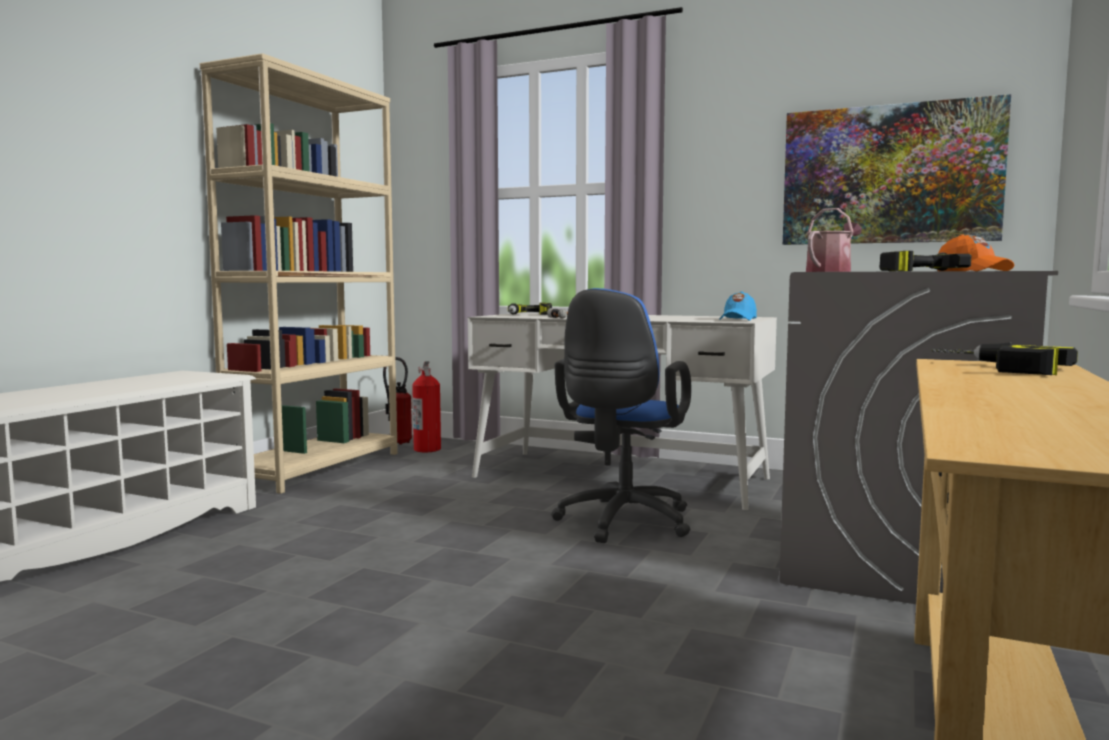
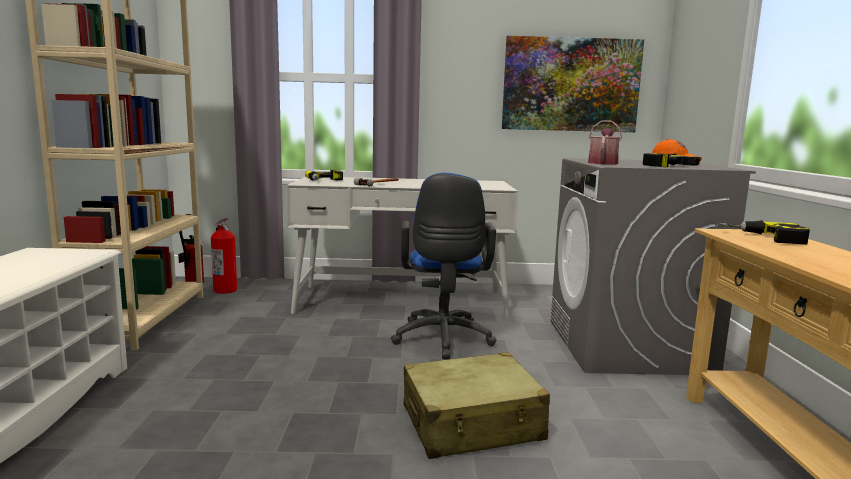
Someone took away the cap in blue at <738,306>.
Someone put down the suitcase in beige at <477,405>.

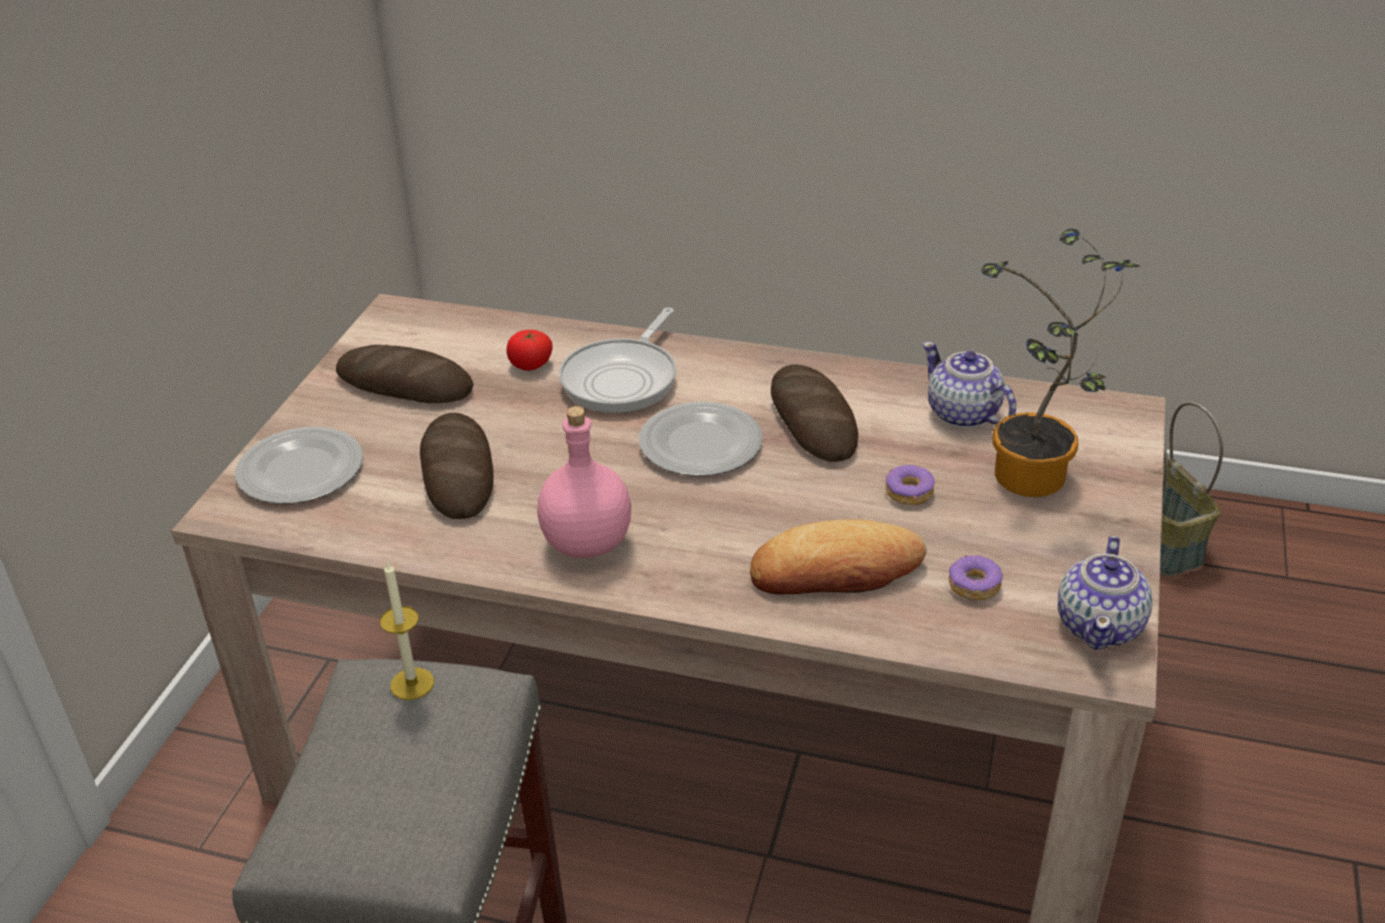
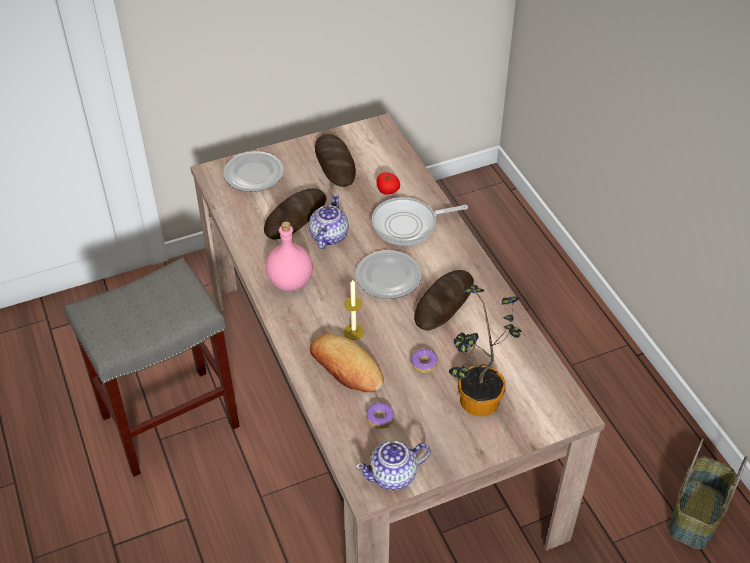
Someone carried the candle from <407,630> to <354,310>.
Someone carried the teapot from <969,385> to <329,221>.

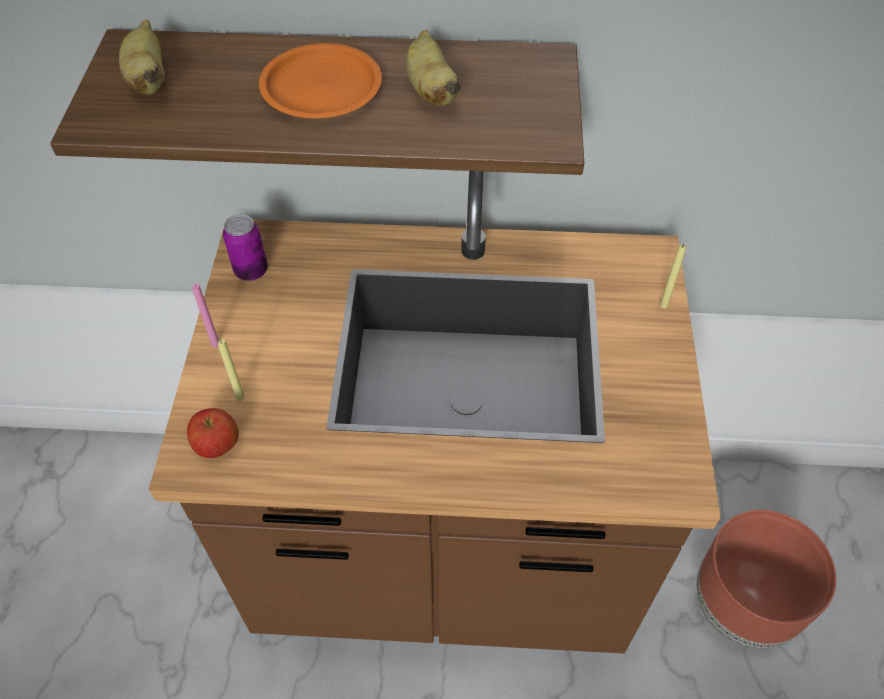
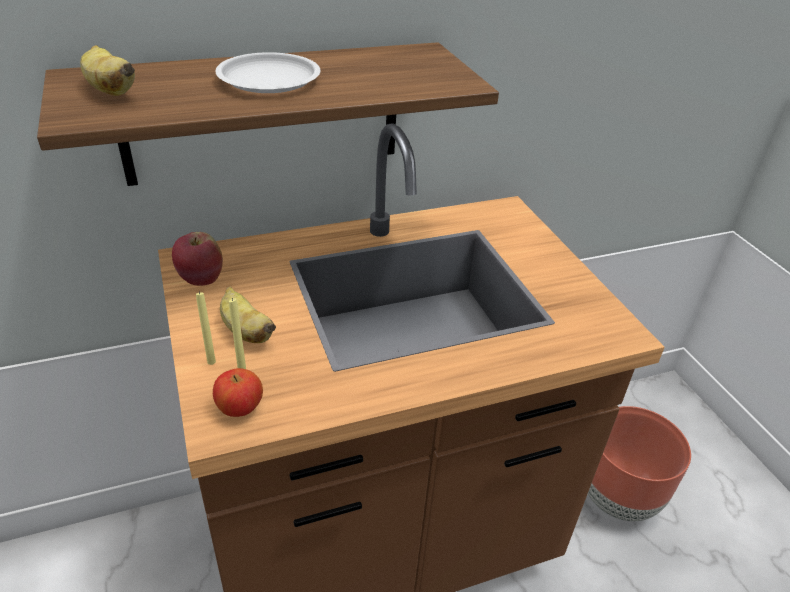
Someone took away the candle in pink at <205,315>.
Someone swapped the can at <245,247> for the apple at <197,259>.
Someone repainted the plate in orange at <320,80>, which became the plate in white at <268,72>.
Someone carried the banana from <433,68> to <248,315>.
Someone carried the candle in yellow from <673,276> to <206,328>.

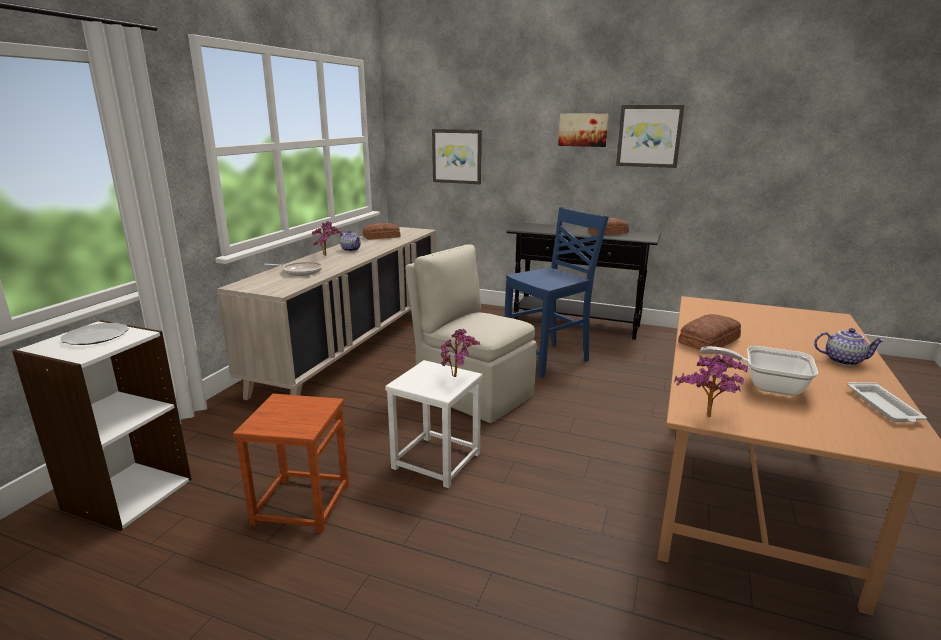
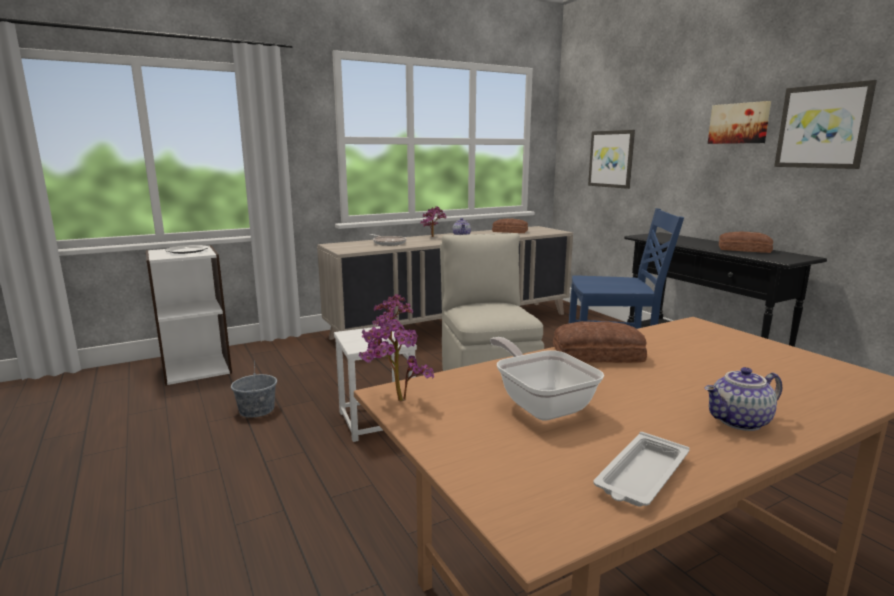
Someone swapped the stool in brown at <291,463> for the bucket in grey at <254,389>.
Someone rotated the teapot at <849,347> by 105 degrees clockwise.

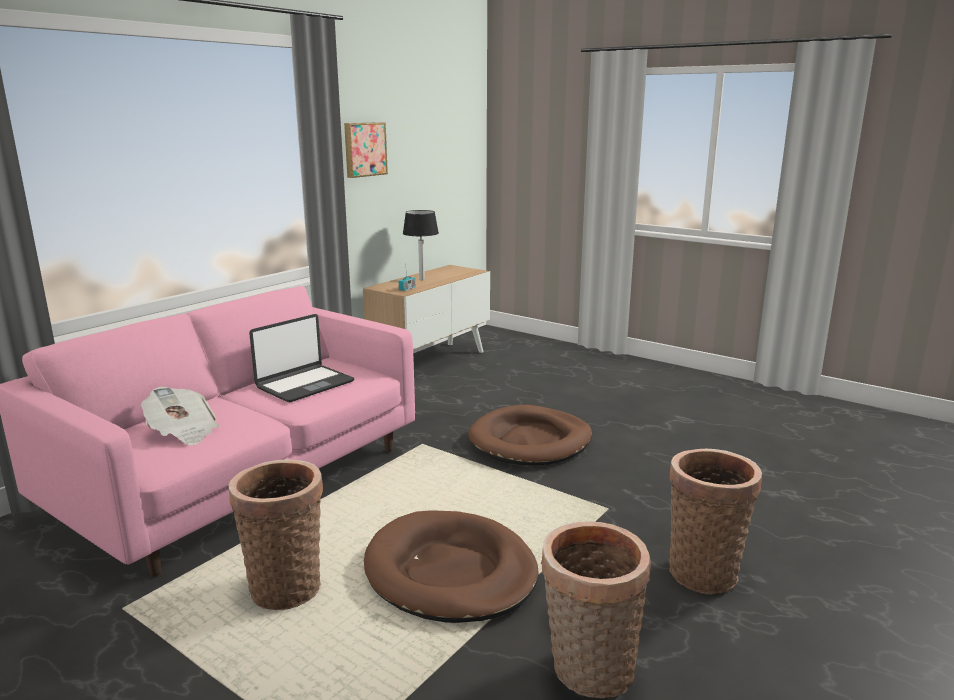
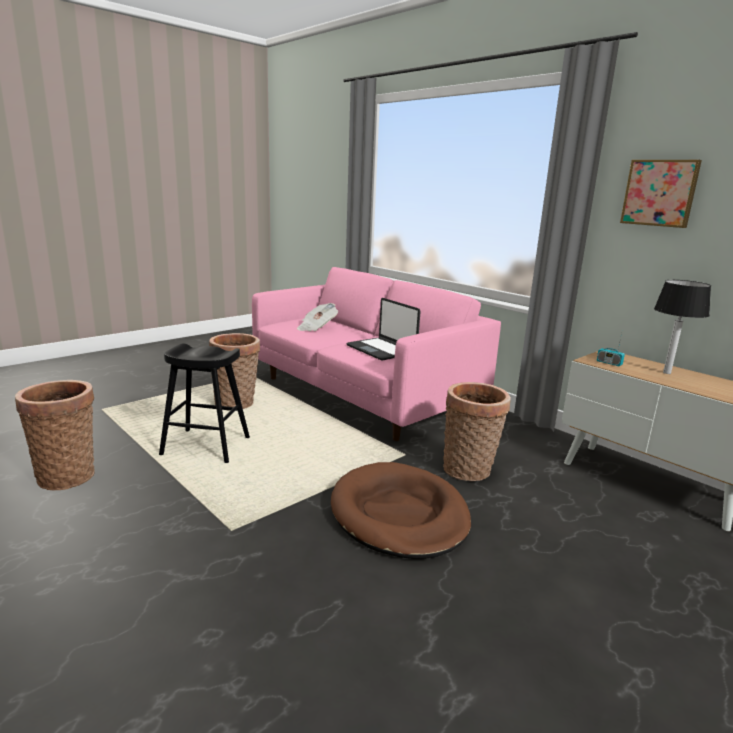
Someone swapped the dog bed in brown at <451,566> for the stool in black at <204,403>.
Someone carried the basket from <715,521> to <477,431>.

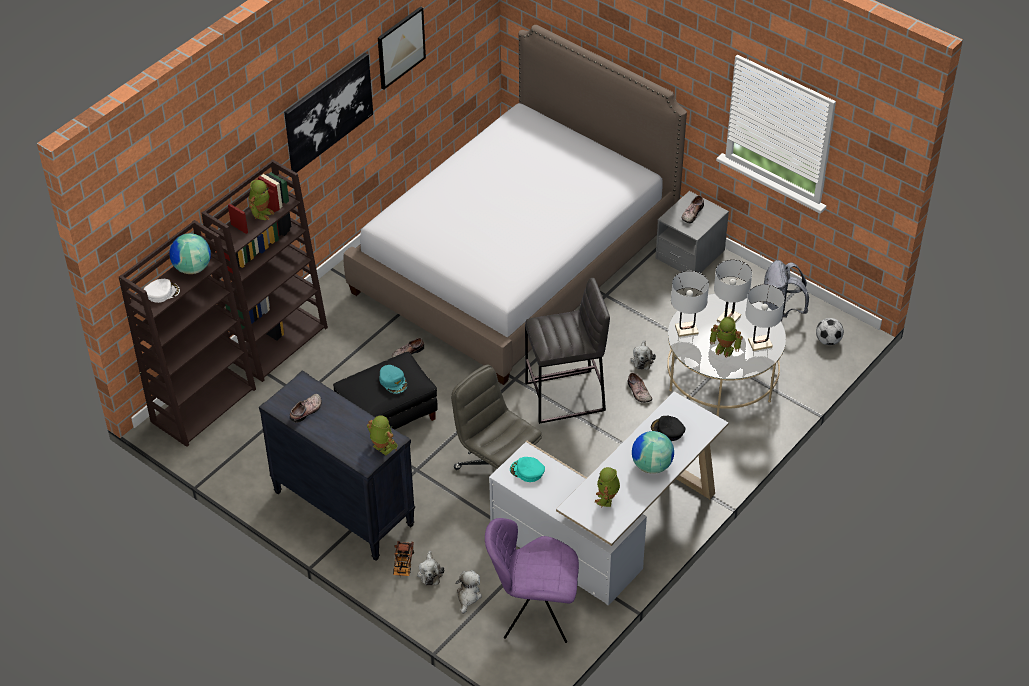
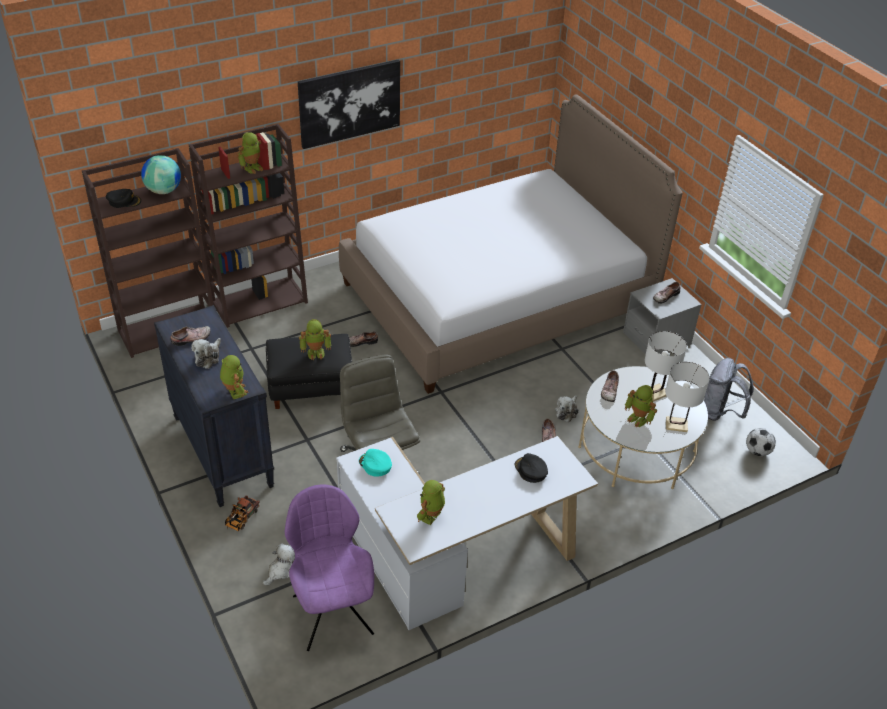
Someone repainted the cap in white at <162,291>, which became the cap in black at <123,198>.
Someone took away the picture at <402,48>.
Someone swapped the cap in turquoise at <393,379> for the toy robot at <315,339>.
Someone carried the plush toy from <430,568> to <206,353>.
Someone rotated the chair in purple at <532,580> by 45 degrees clockwise.
Someone took away the stool in grey at <567,351>.
Someone took away the globe at <653,452>.
Someone swapped the table lamp in white at <690,304> for the shoe at <610,386>.

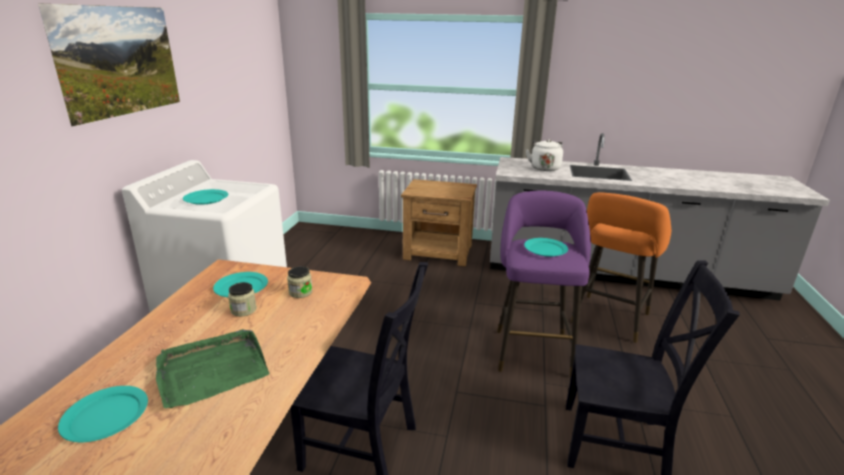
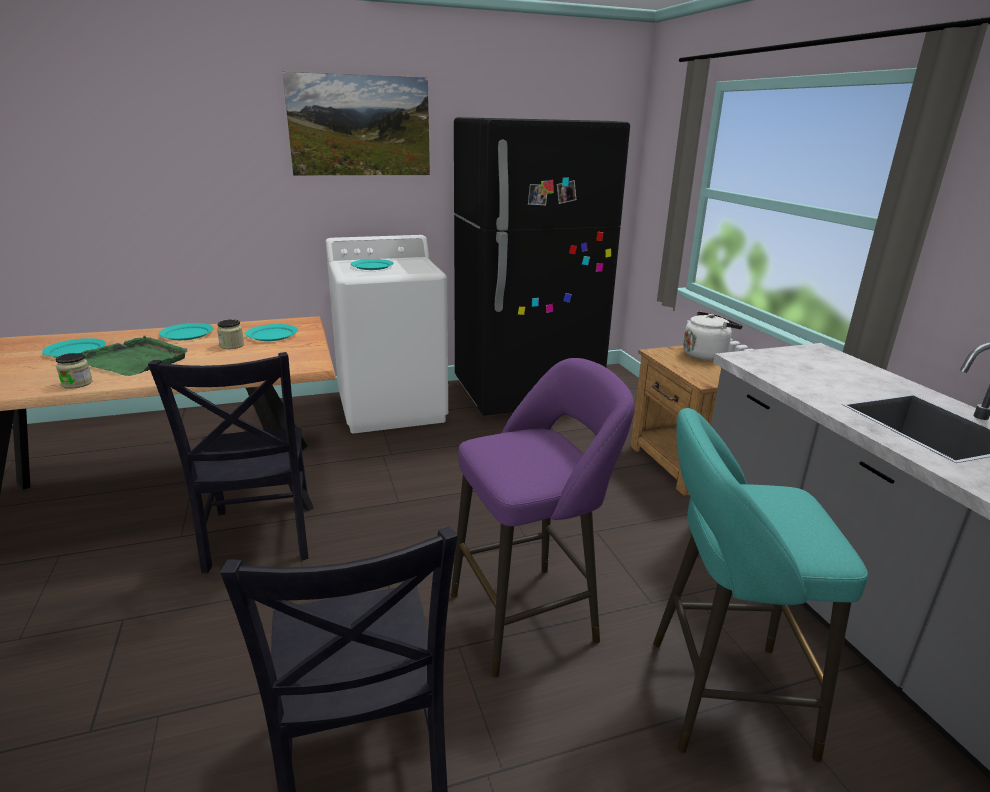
Someone carried the jar from <299,282> to <74,371>.
Someone carried the plate in turquoise from <546,247> to <186,331>.
Someone carried the kettle in white from <544,155> to <713,335>.
Someone repainted the stool in orange at <621,267>, which became the stool in turquoise at <760,585>.
Someone put down the fridge in black at <542,266>.

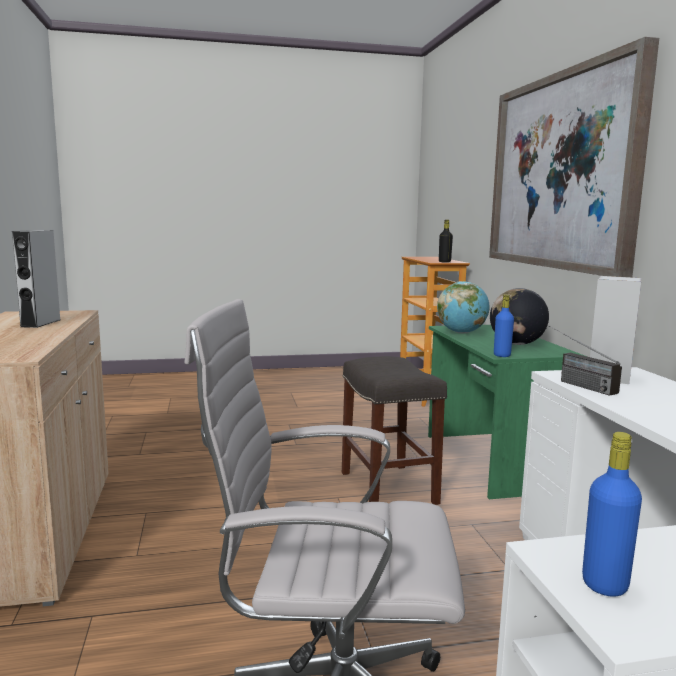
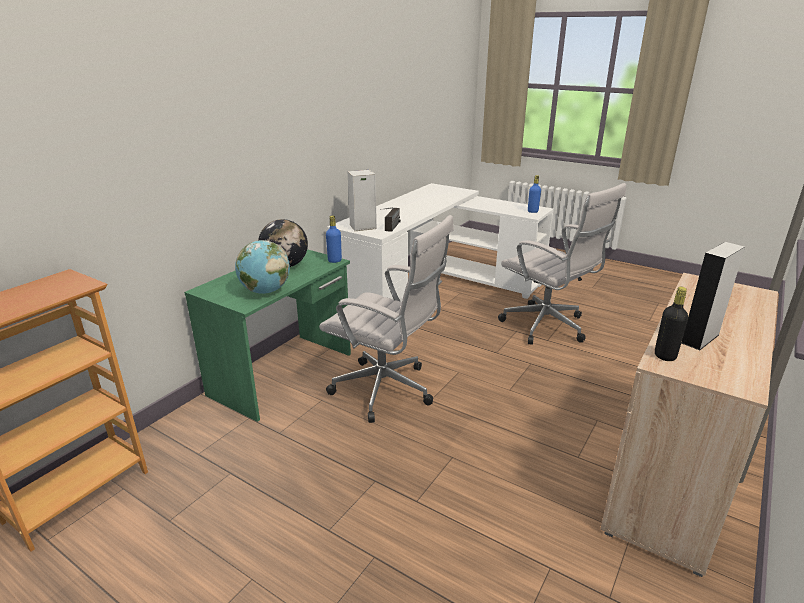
Someone swapped the stool in grey at <394,430> for the office chair in white at <386,319>.
Someone carried the bottle in black from <446,241> to <671,324>.
Someone took away the picture at <574,157>.

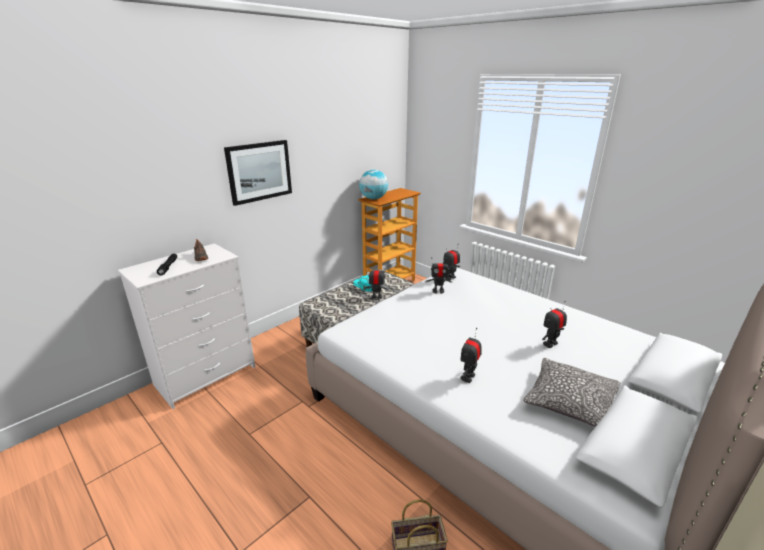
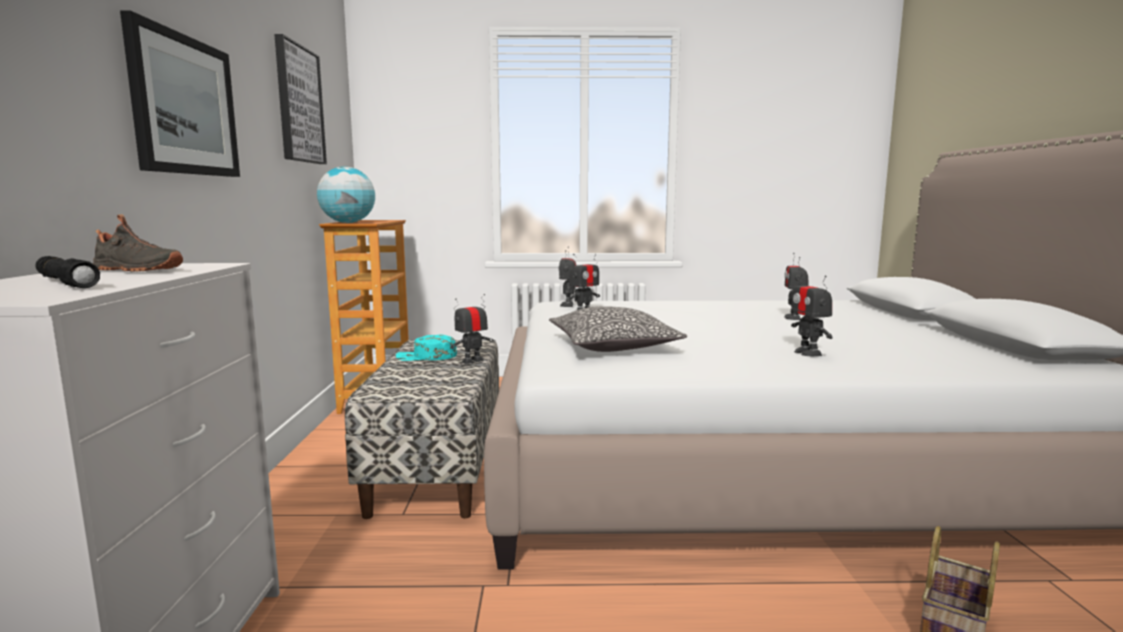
Someone carried the pillow from <572,392> to <618,329>.
Someone put up the picture at <300,99>.

